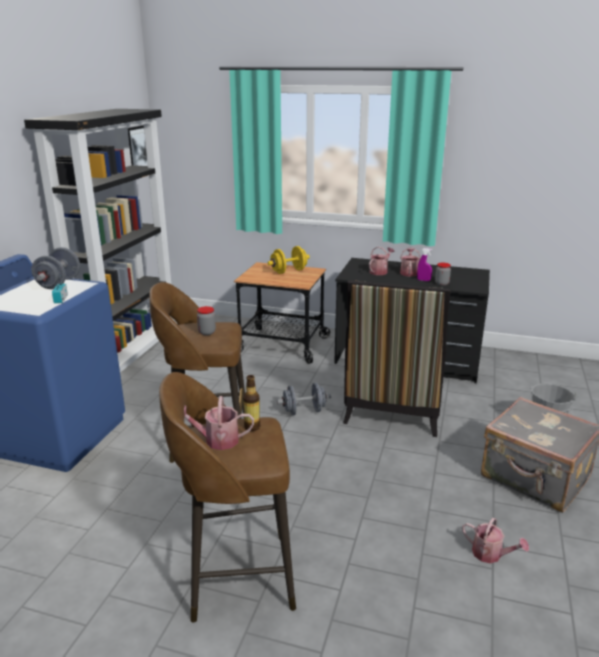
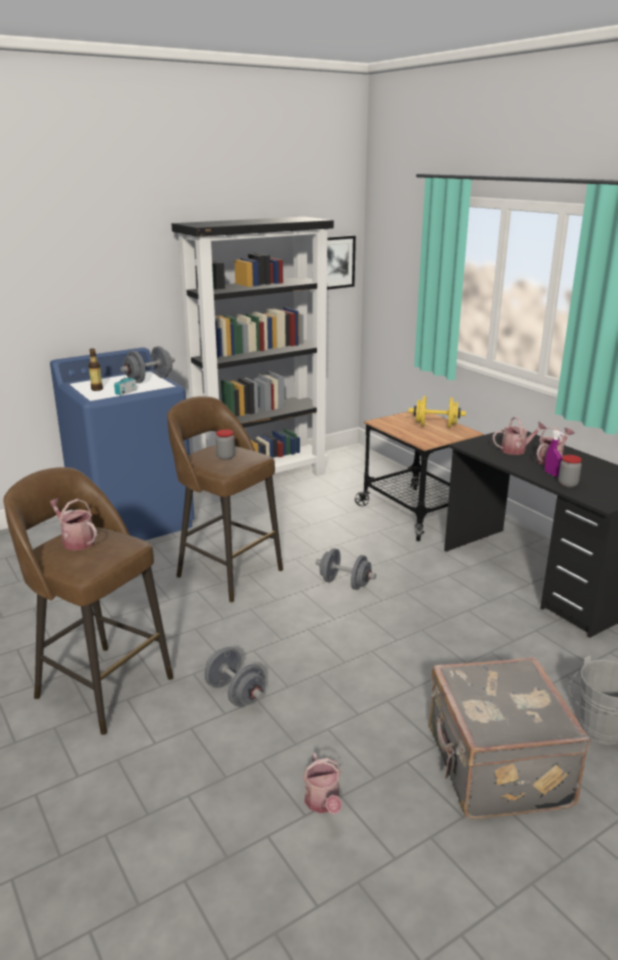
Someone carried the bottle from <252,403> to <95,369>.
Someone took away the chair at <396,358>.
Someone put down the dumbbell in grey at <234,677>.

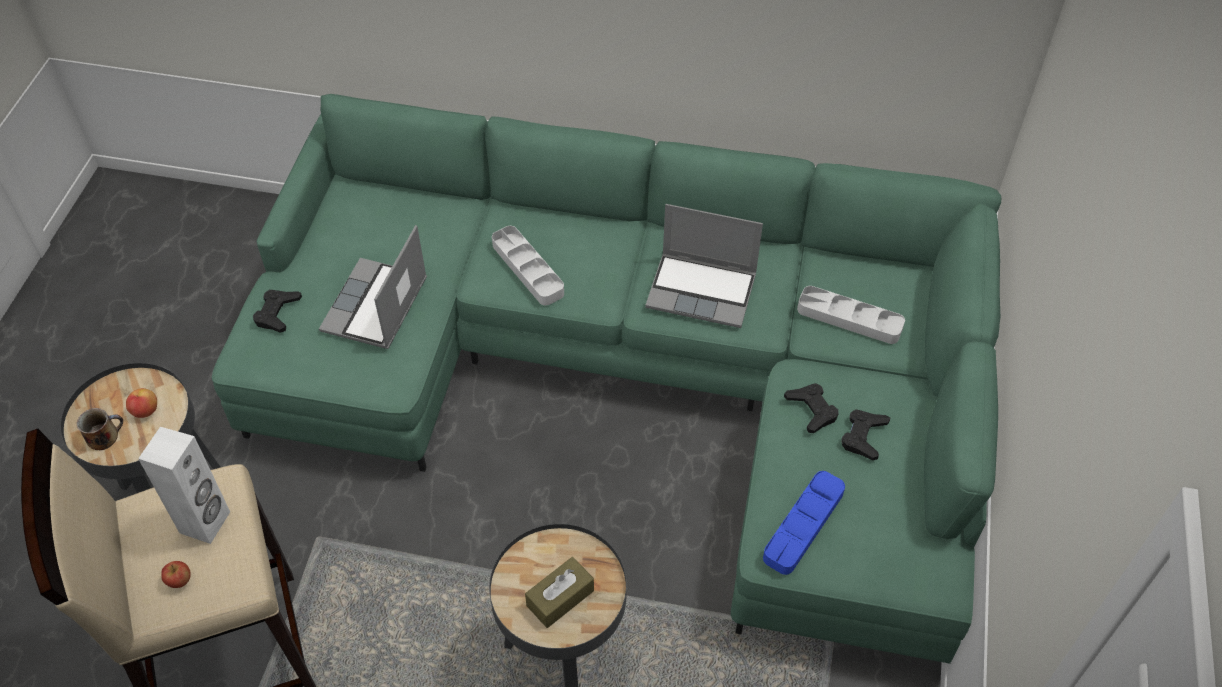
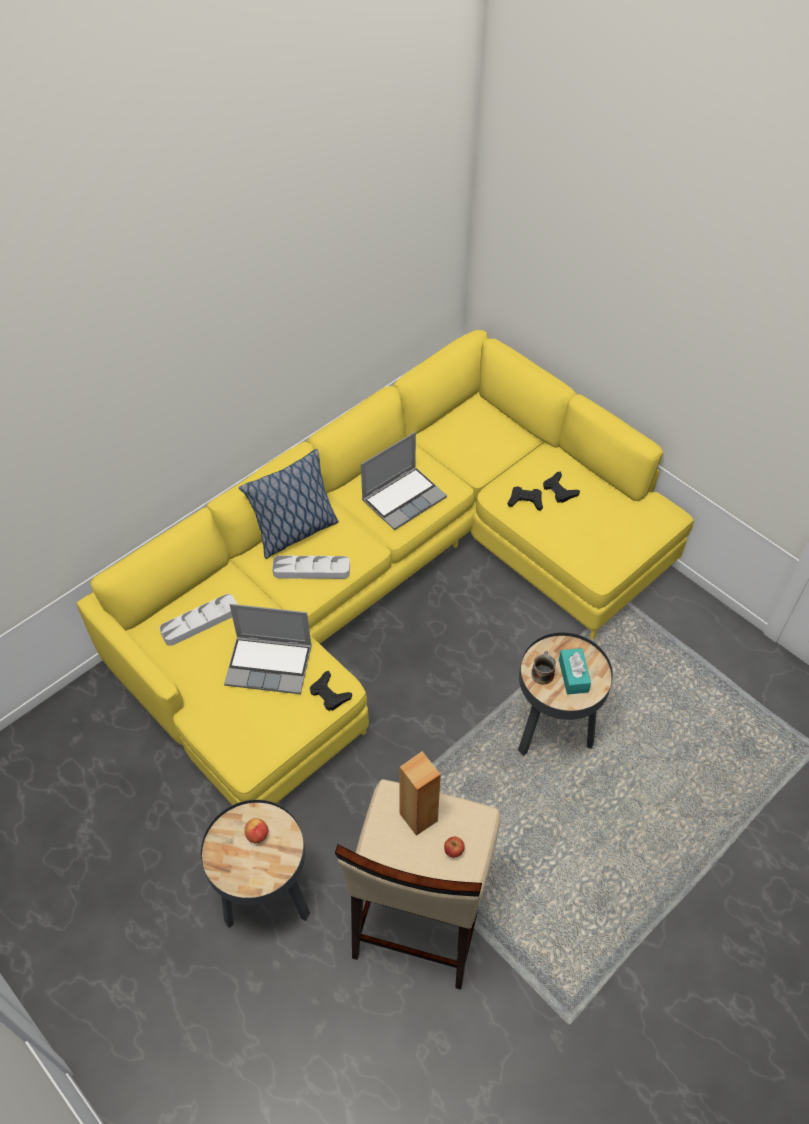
Someone carried the mug from <100,429> to <543,668>.
Someone repainted the speaker in white at <184,485>, which became the speaker in brown at <420,794>.
Someone repainted the sofa in green at <606,379>, which became the sofa in yellow at <385,567>.
Someone carried the game controller in black from <277,311> to <331,691>.
Someone rotated the laptop at <373,287> by 45 degrees counterclockwise.
Someone repainted the tissue box in brown at <559,592>, which became the tissue box in turquoise at <575,671>.
Someone took away the tray in blue at <804,523>.
Someone carried the tray in grey from <851,315> to <199,620>.
Someone put down the pillow at <289,504>.

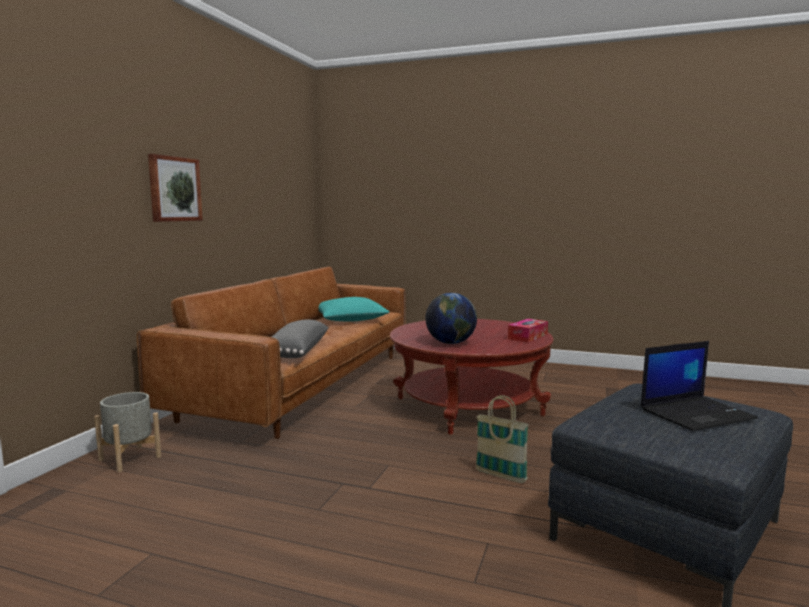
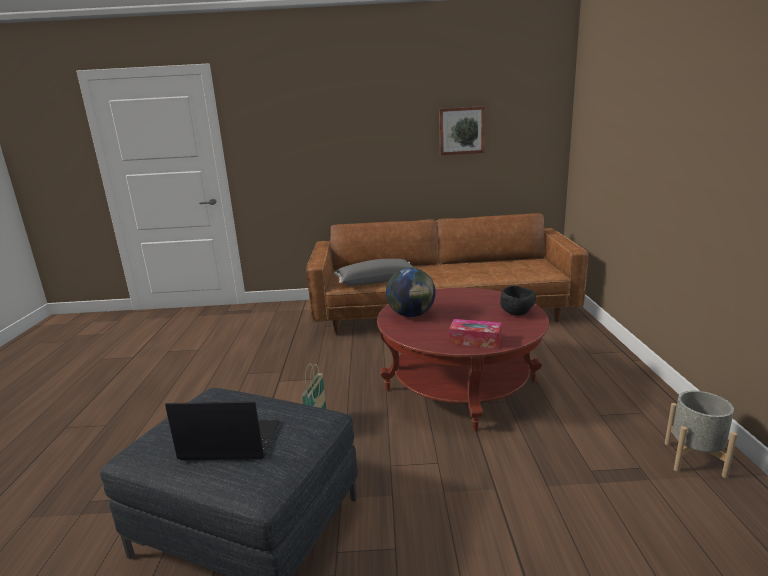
Someone carried the planter in grey from <127,432> to <701,434>.
Someone carried the picture from <175,188> to <462,130>.
Someone took away the pillow in turquoise at <354,309>.
Someone rotated the laptop at <699,386> by 135 degrees clockwise.
Someone put down the bowl in black at <518,301>.

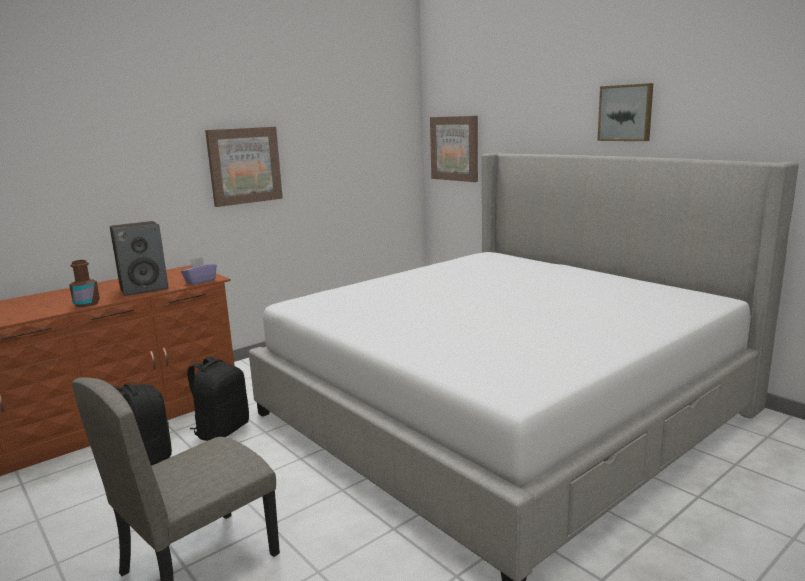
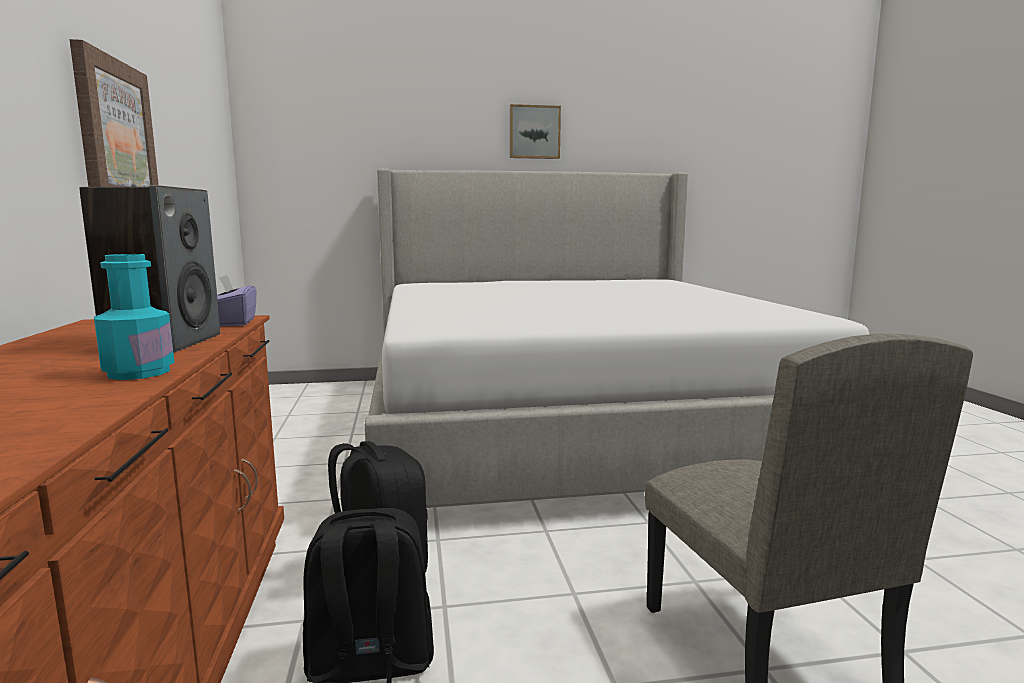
Someone repainted the bottle in brown at <84,283>, which became the bottle in turquoise at <134,317>.
Someone took away the picture at <454,149>.

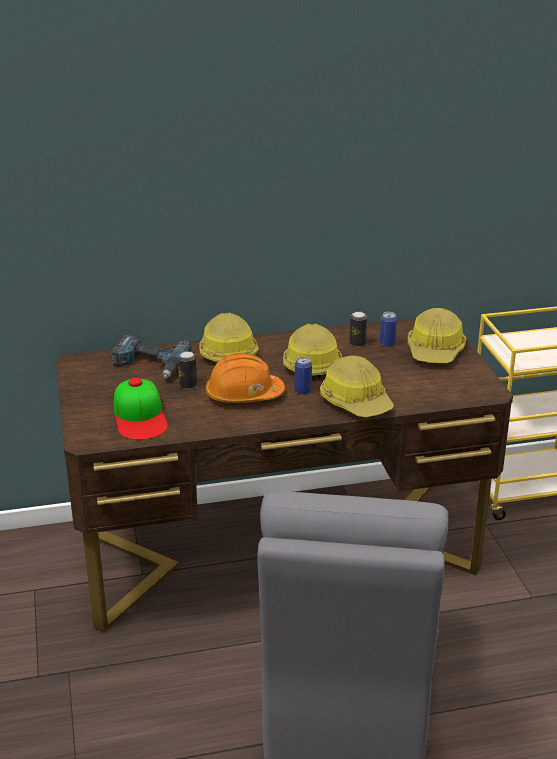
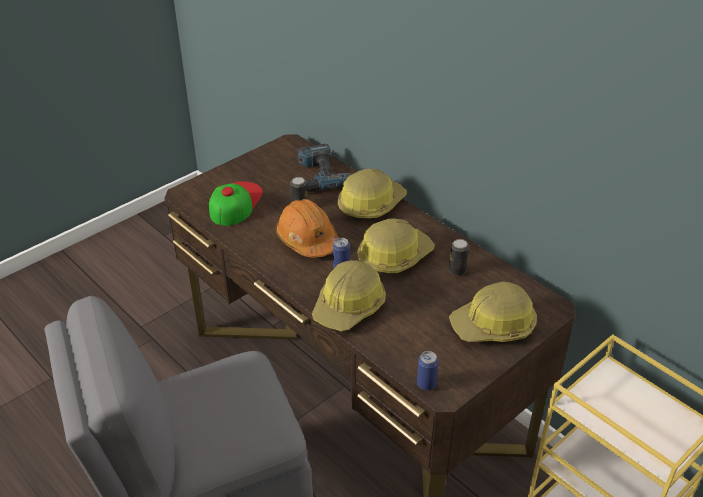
Someone rotated the cap at <141,409> by 150 degrees clockwise.
Someone carried the can from <388,329> to <427,371>.

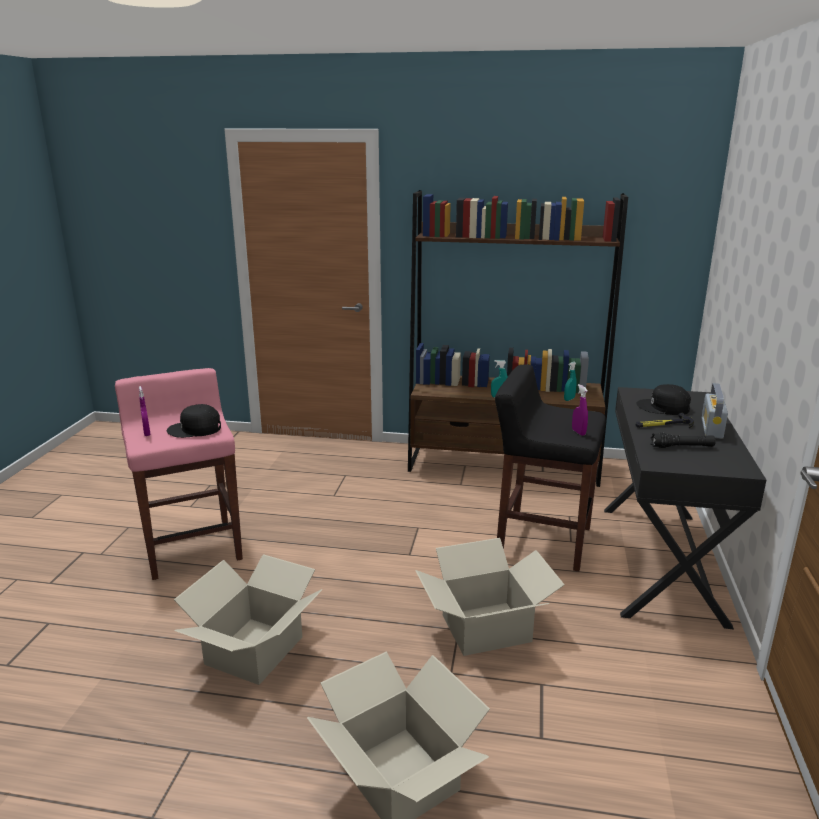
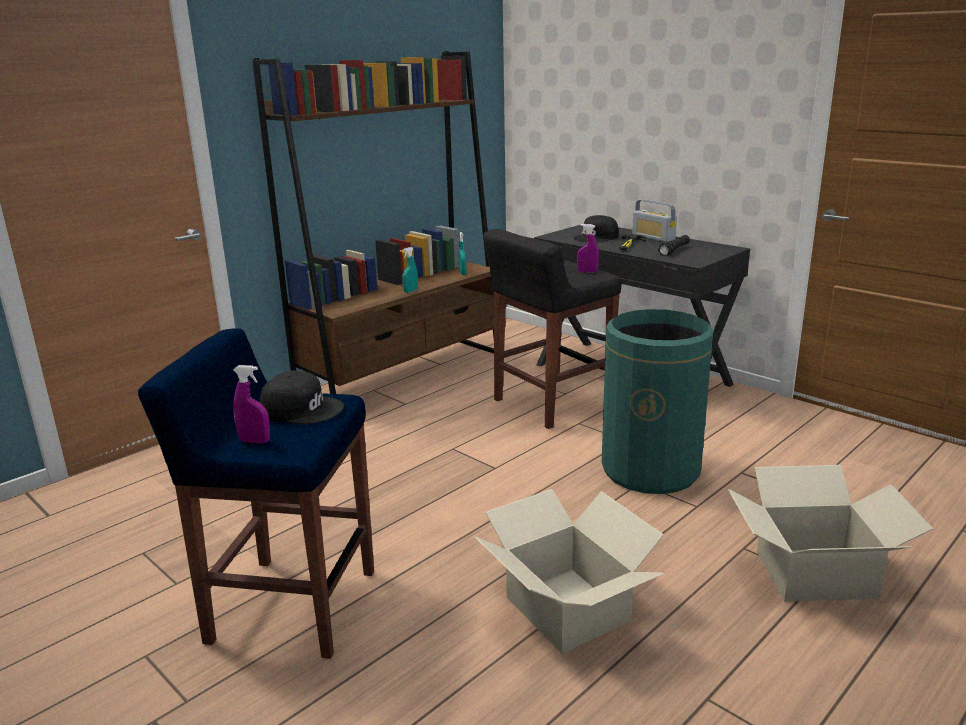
Someone repainted the stool in pink at <179,474>, which became the stool in blue at <256,493>.
Someone rotated the cap in black at <194,421> by 105 degrees counterclockwise.
Someone swapped the cardboard box at <490,597> for the trash can in green at <657,401>.

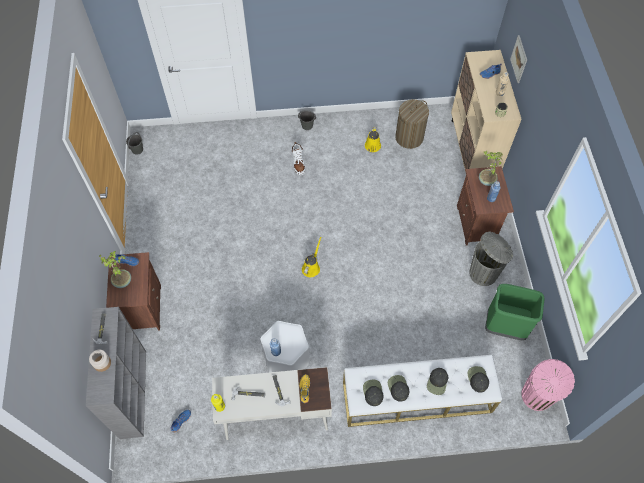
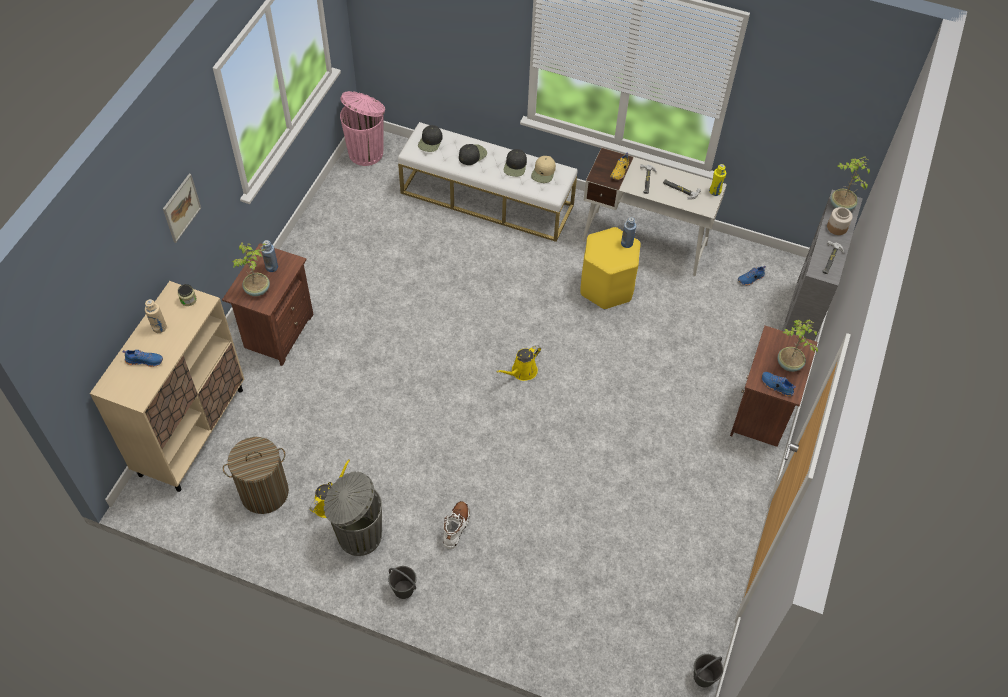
Someone repainted the stool in white at <285,347>, which became the stool in yellow at <610,268>.
Someone repainted the cap in black at <373,393>, which became the cap in beige at <543,169>.
Someone carried the trash can in grey from <491,259> to <353,513>.
Someone took away the trash can in green at <515,312>.
Someone carried the picture from <518,59> to <182,208>.
Someone put down the potted plant at <850,183>.

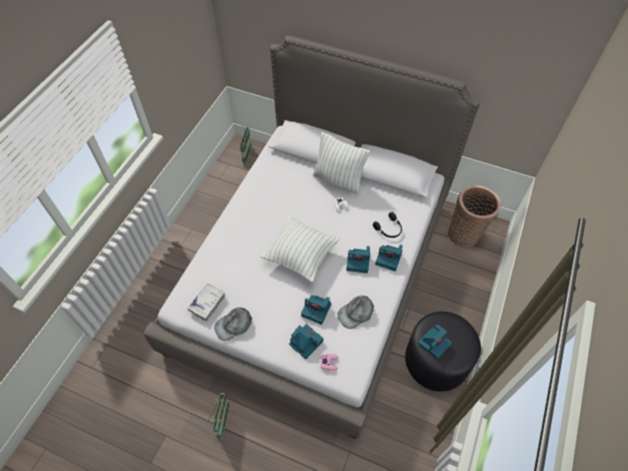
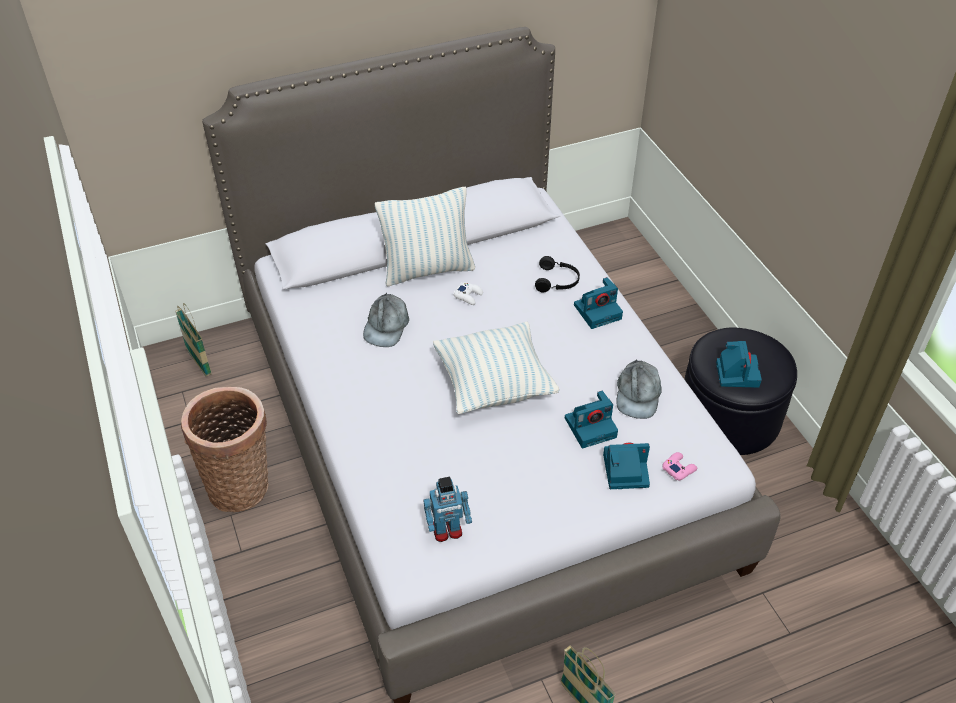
Someone swapped the book in white at <207,302> for the toy robot at <447,509>.
Someone carried the cap in grey from <233,324> to <386,320>.
Someone took away the photo camera at <358,259>.
Someone carried the basket from <474,216> to <225,449>.

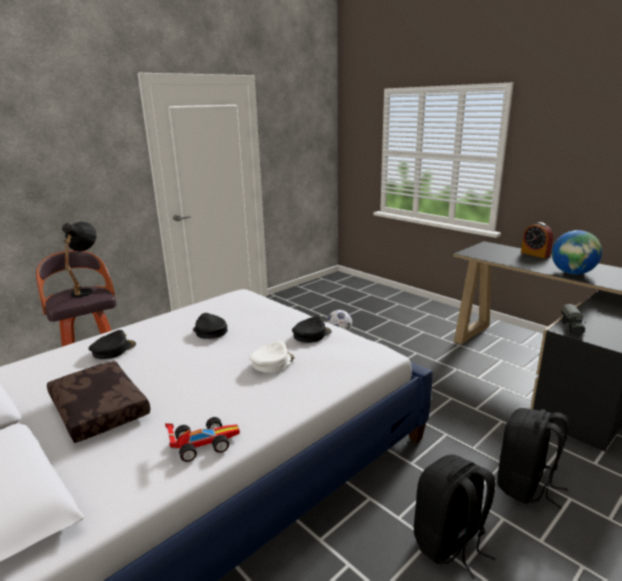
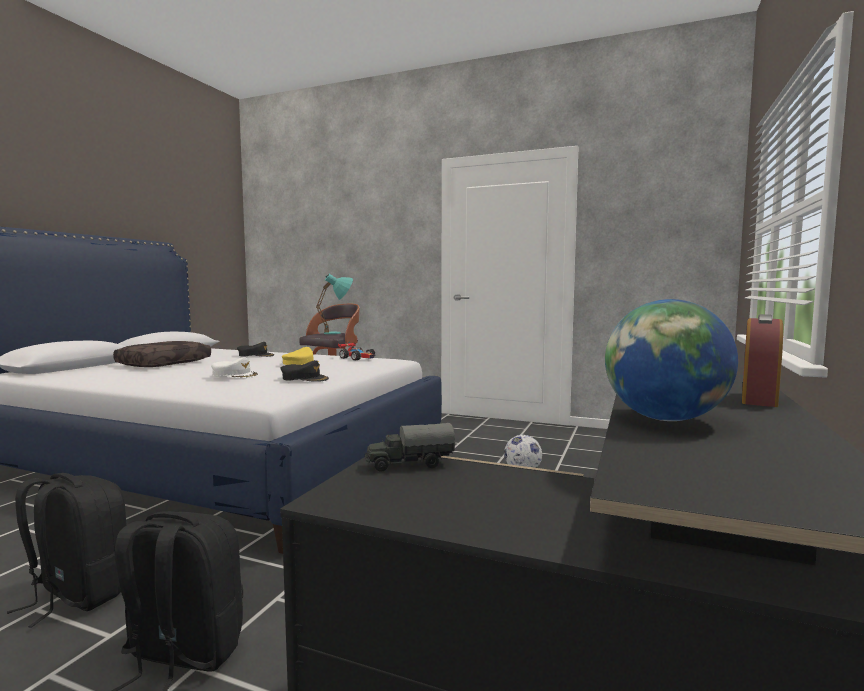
Someone repainted the table lamp in black at <79,259>, which became the table lamp in turquoise at <334,304>.
Someone carried the toy car from <202,439> to <356,351>.
Someone repainted the cap in black at <210,326>, which became the cap in yellow at <300,356>.

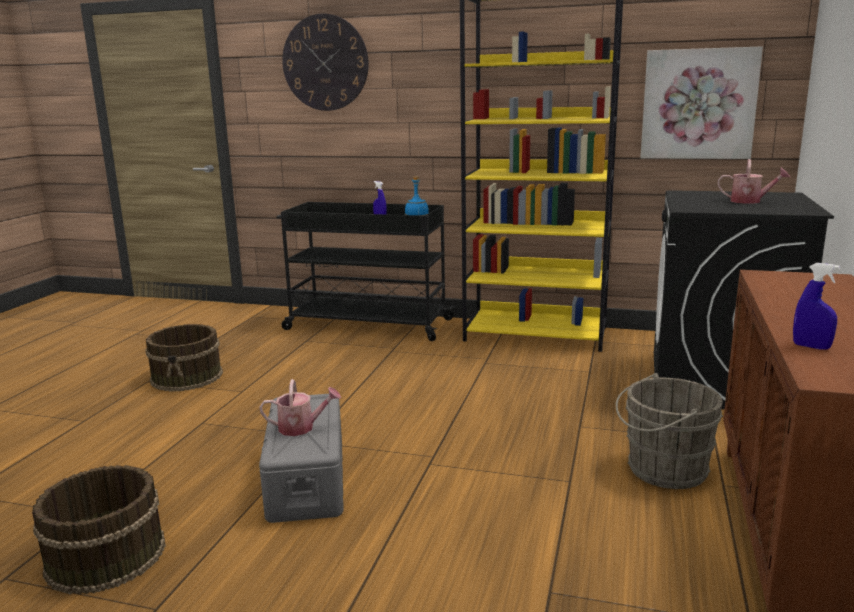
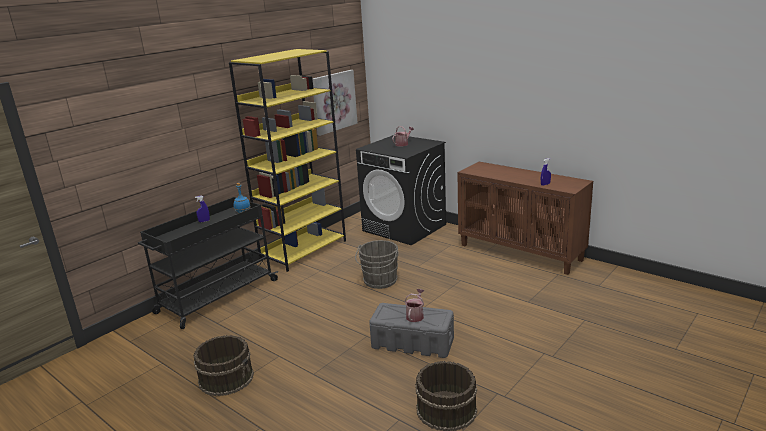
Someone took away the wall clock at <325,62>.
Someone carried the bucket in grey from <669,431> to <376,264>.

